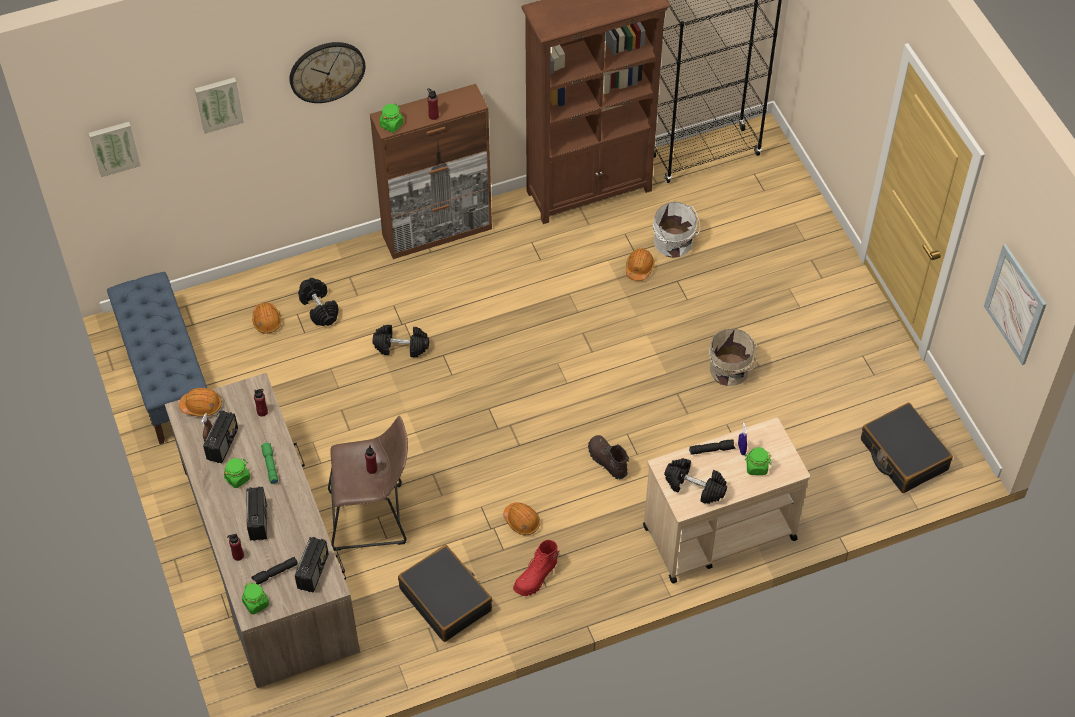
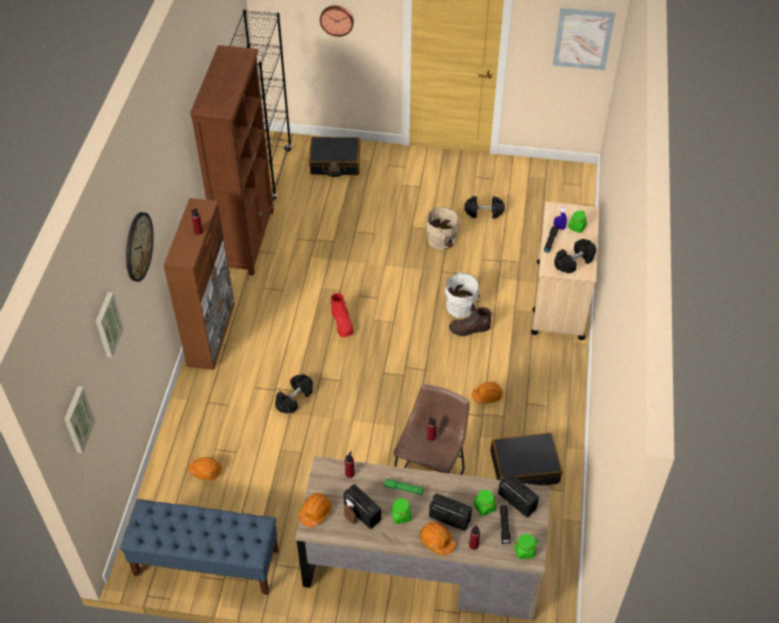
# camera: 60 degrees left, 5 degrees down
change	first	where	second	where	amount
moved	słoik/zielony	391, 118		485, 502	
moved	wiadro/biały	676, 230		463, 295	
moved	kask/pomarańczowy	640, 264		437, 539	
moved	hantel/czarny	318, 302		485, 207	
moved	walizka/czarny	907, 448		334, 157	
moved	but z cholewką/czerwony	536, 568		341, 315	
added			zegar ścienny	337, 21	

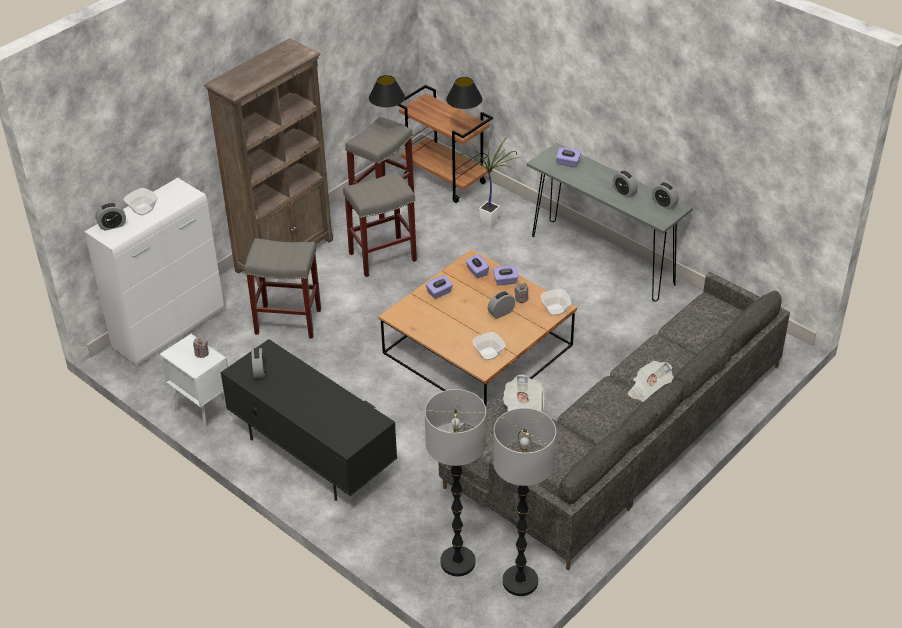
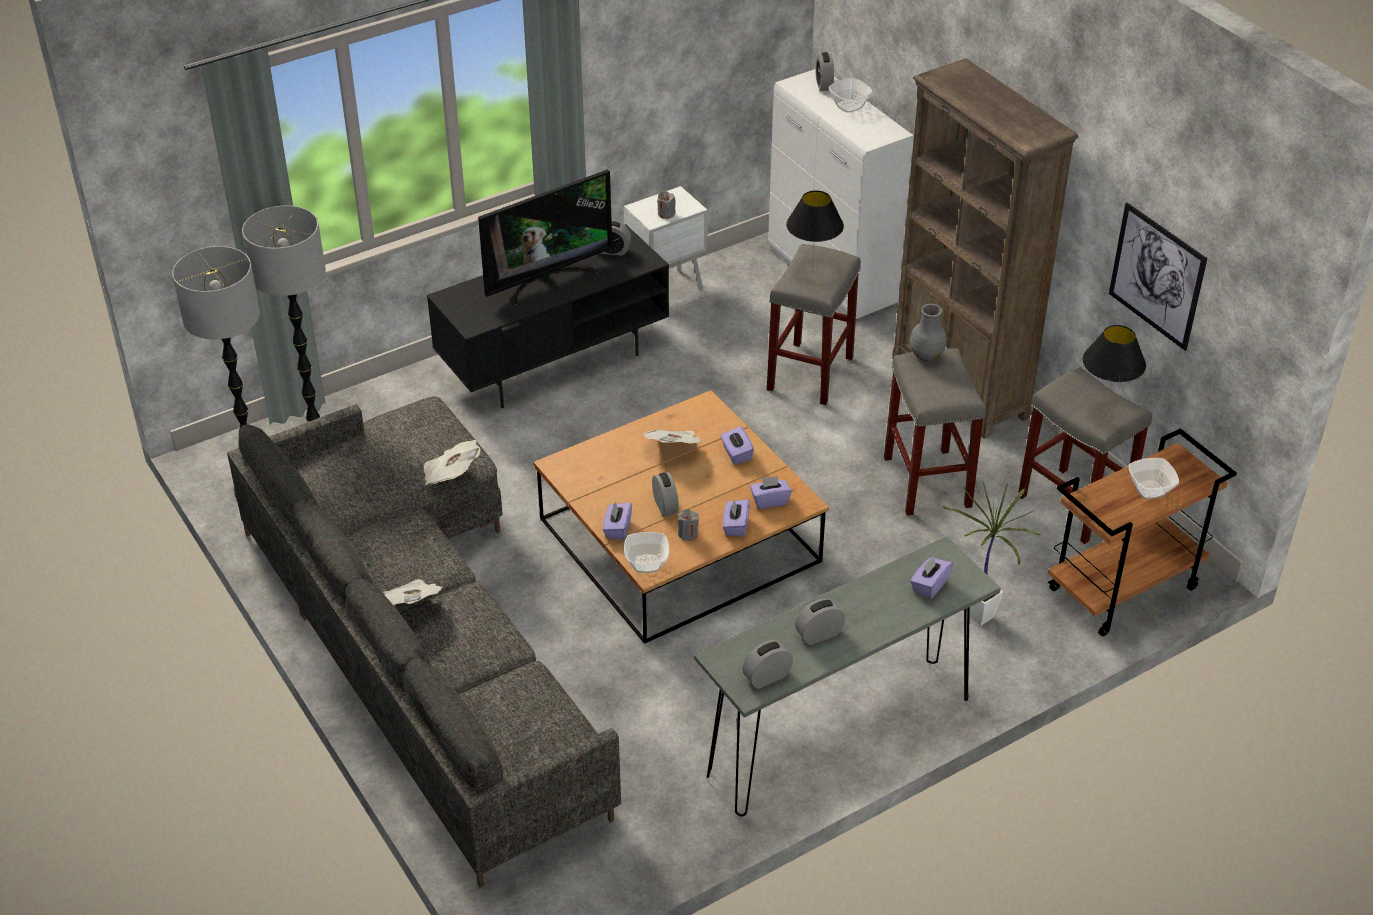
# camera: 105 degrees right, 0 degrees up
change	first	where	second	where	amount
moved	lampa stołowa/czarny	464, 104		815, 232	
moved	miska	488, 346		1154, 478	
added			telewizor	545, 237	
added			obraz	1158, 277	
added			wazon/szary	928, 332	
added			gazeta	672, 436	
added			pudełko chusteczek/fioletowy	617, 521	

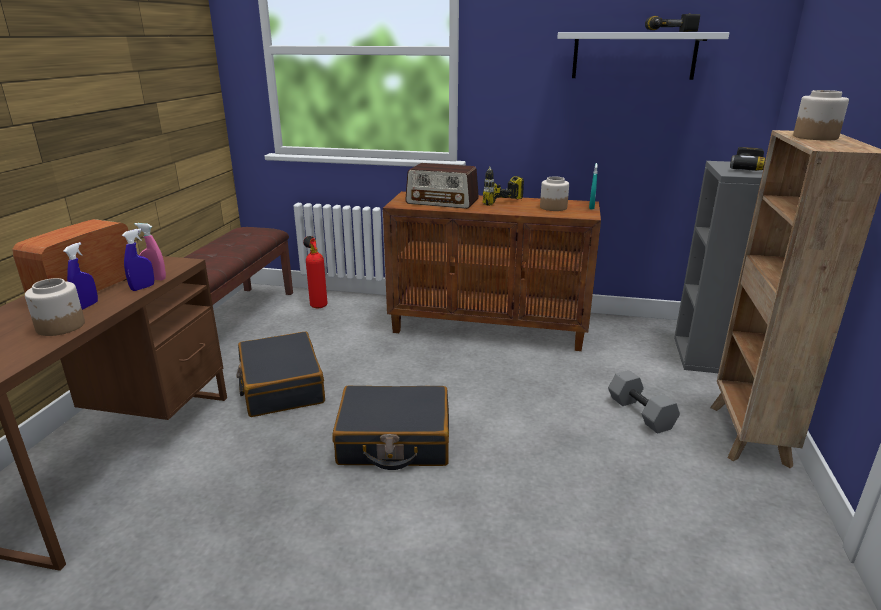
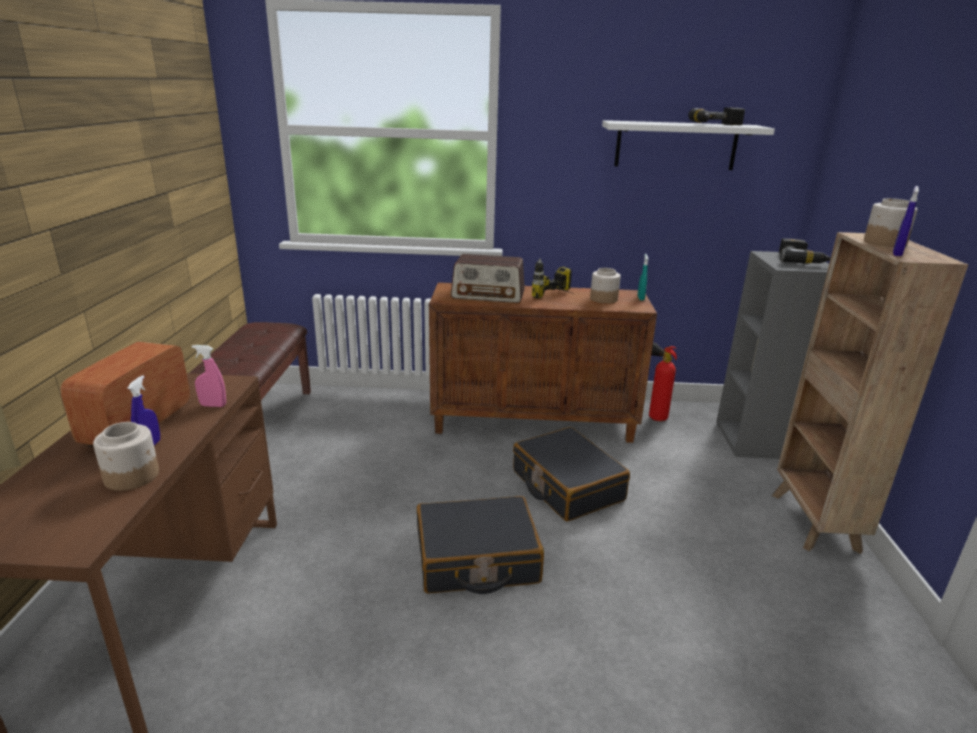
# camera: 10 degrees left, 0 degrees up
change	first	where	second	where	amount
moved	spryskiwacz/niebieski	138, 260		906, 221	
moved	gaśnica	315, 272		663, 382	
moved	walizka/czarny	281, 374		571, 474	
removed	hantel/szary	644, 402			

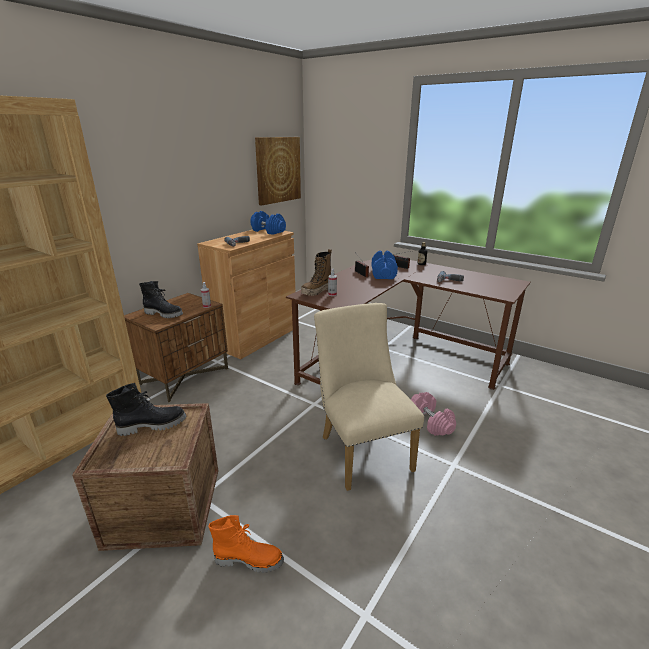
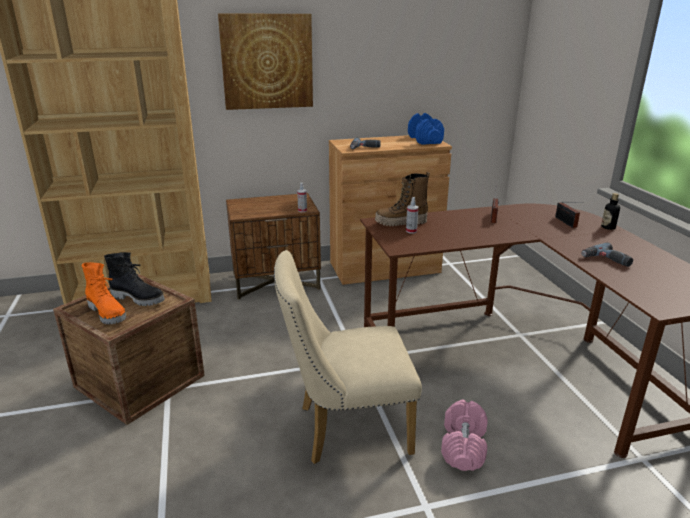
# camera: 40 degrees right, 0 degrees up
change	first	where	second	where	amount
moved	obraz	278, 171		265, 62	
removed	hantel/niebieski	385, 264			
removed	but z cholewką/czarny	161, 299			
turned	krzesło/beżowy	369, 397		348, 357	120 degrees counterclockwise
moved	but z cholewką/pomarańczowy	246, 544		104, 293	

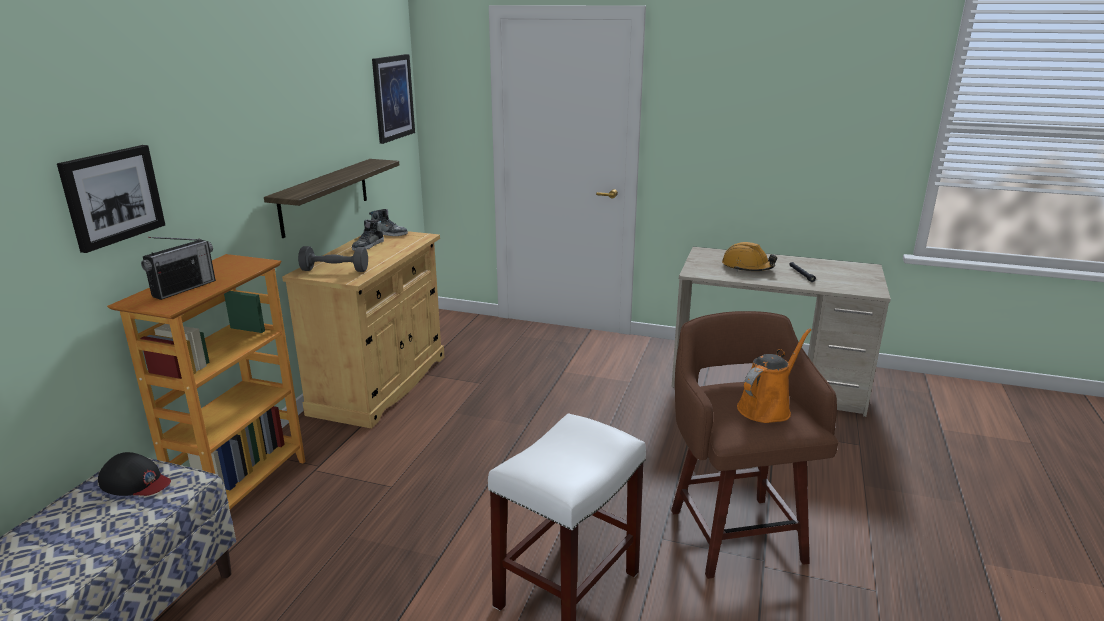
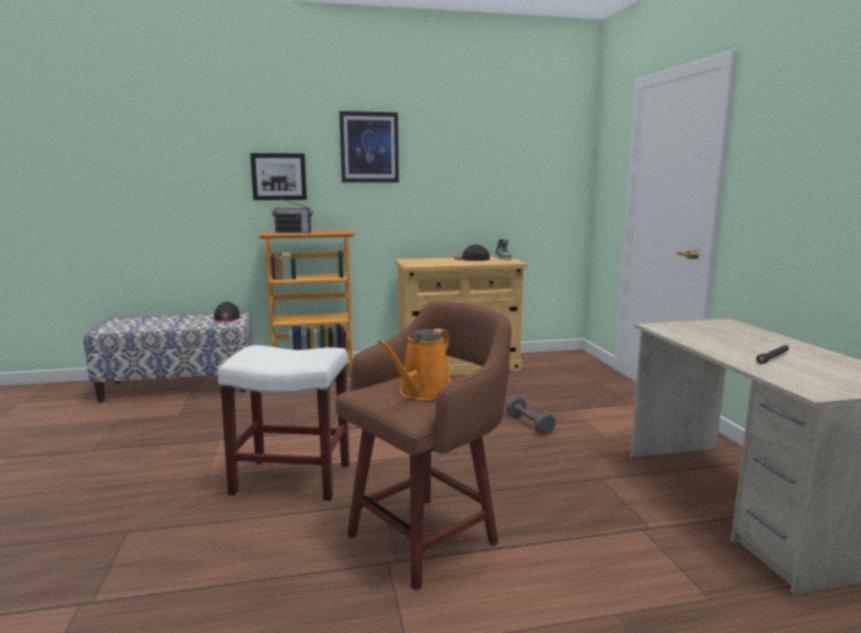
# camera: 60 degrees right, 10 degrees down
change	first	where	second	where	amount
moved	obraz	393, 99		369, 147	
removed	półka	331, 198			
replaced	but	368, 235	czapka z daszkiem/czarny	472, 252	
removed	kask/pomarańczowy	749, 256			
moved	hantel/szary	333, 259		531, 415	
turned	konewka/pomarańczowy	774, 375		414, 364	105 degrees clockwise

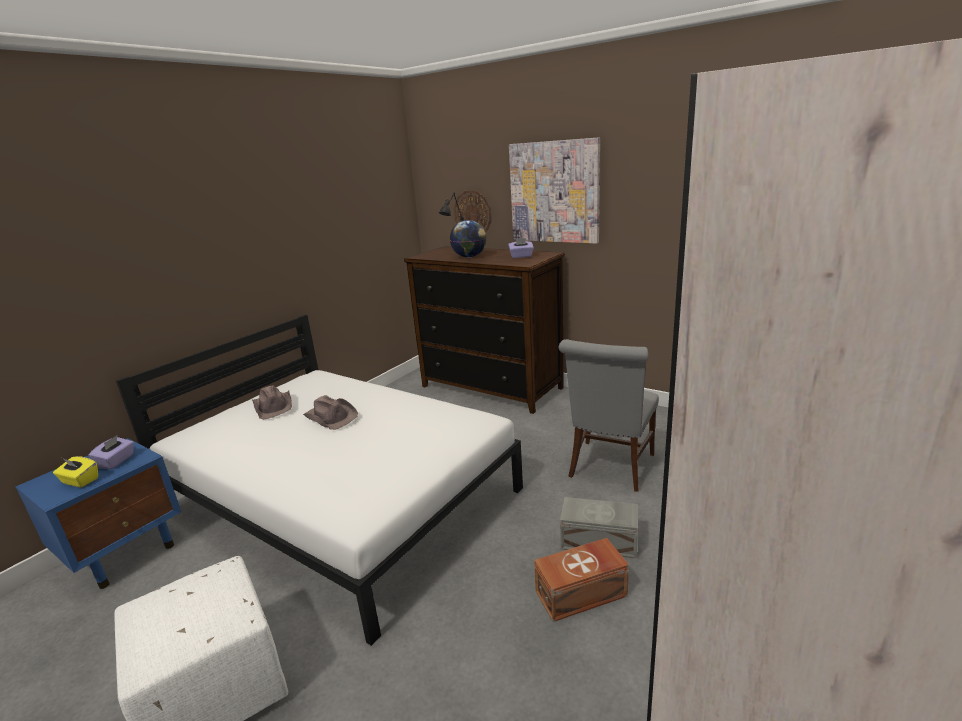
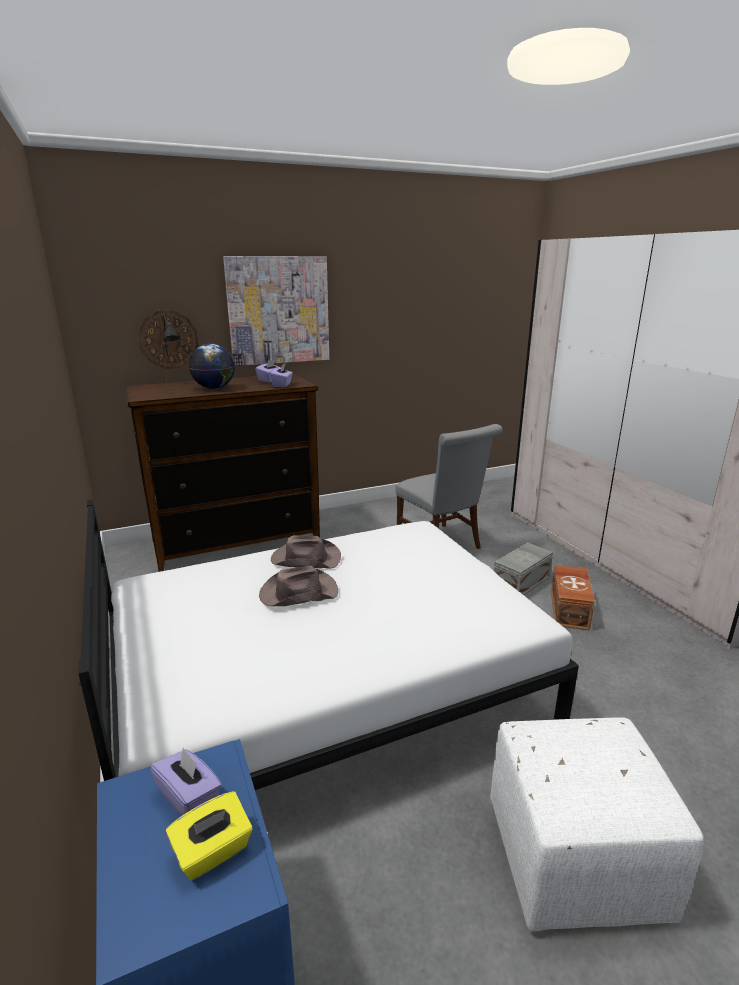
# camera: 60 degrees left, 0 degrees up
change	first	where	second	where	amount
moved	kapelusz/brązowy	272, 402		306, 552	
added			pudełko chusteczek/fioletowy	281, 375	

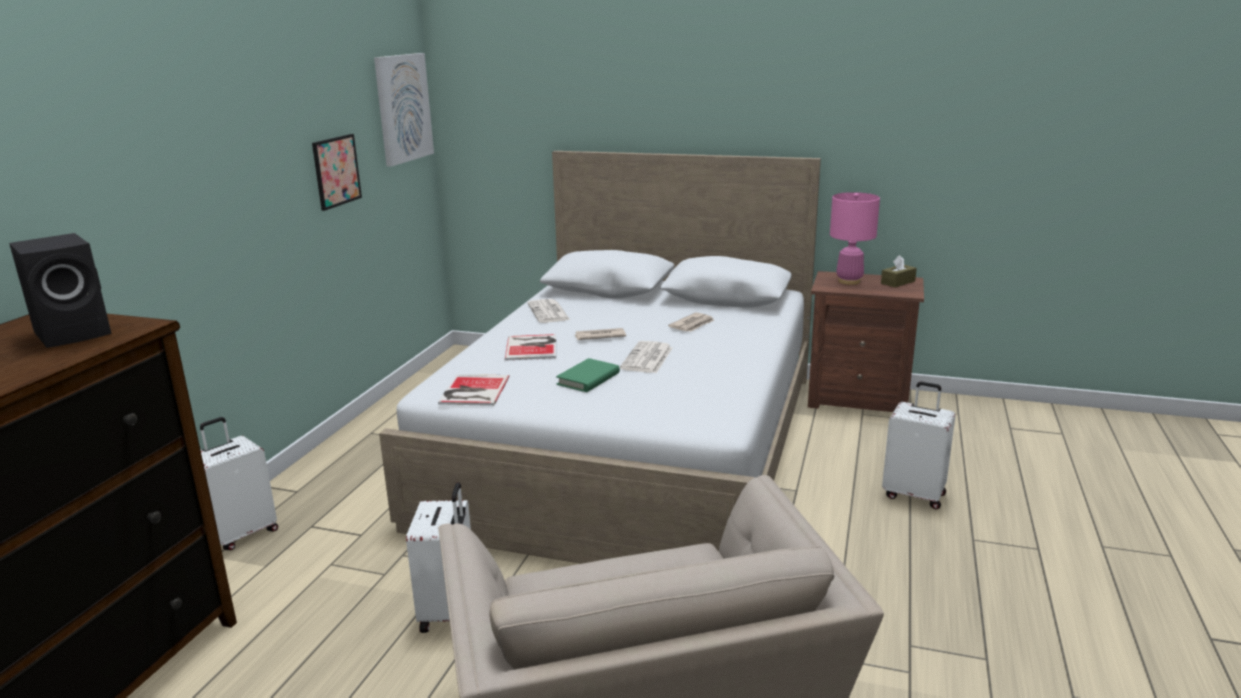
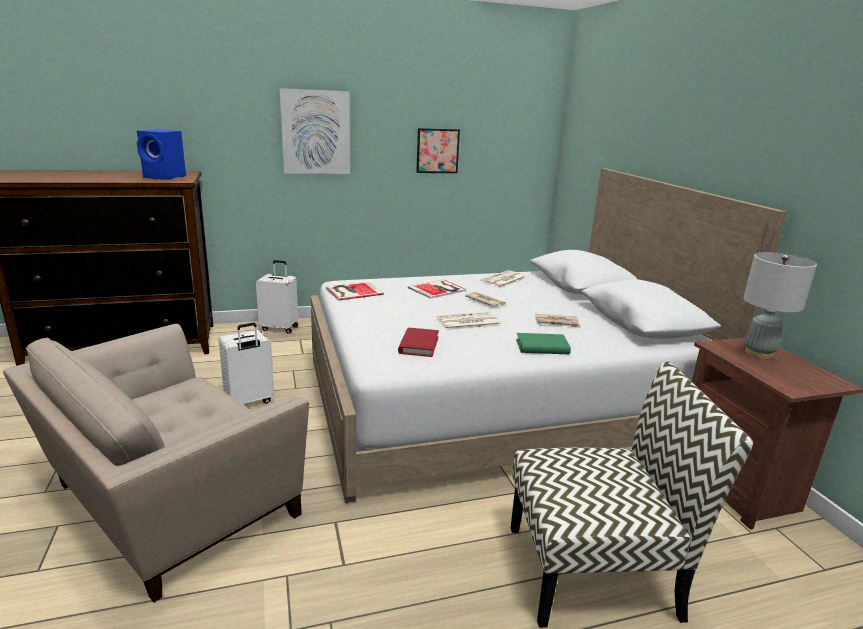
# camera: 55 degrees right, 0 degrees up
change	first	where	second	where	amount
moved	obraz	404, 110		314, 131	
recoloured	lampa stołowa/różowy	855, 238	lampa stołowa/szary	780, 305	
recoloured	głośnik/czarny	60, 290	głośnik/niebieski	161, 154	
removed	pudełko chusteczek/brązowy	899, 271			
moved	książka/zielony	588, 375		543, 343	
replaced	walizka/biały	919, 445	krzesło	632, 495	
added			książka/czerwony	418, 342	

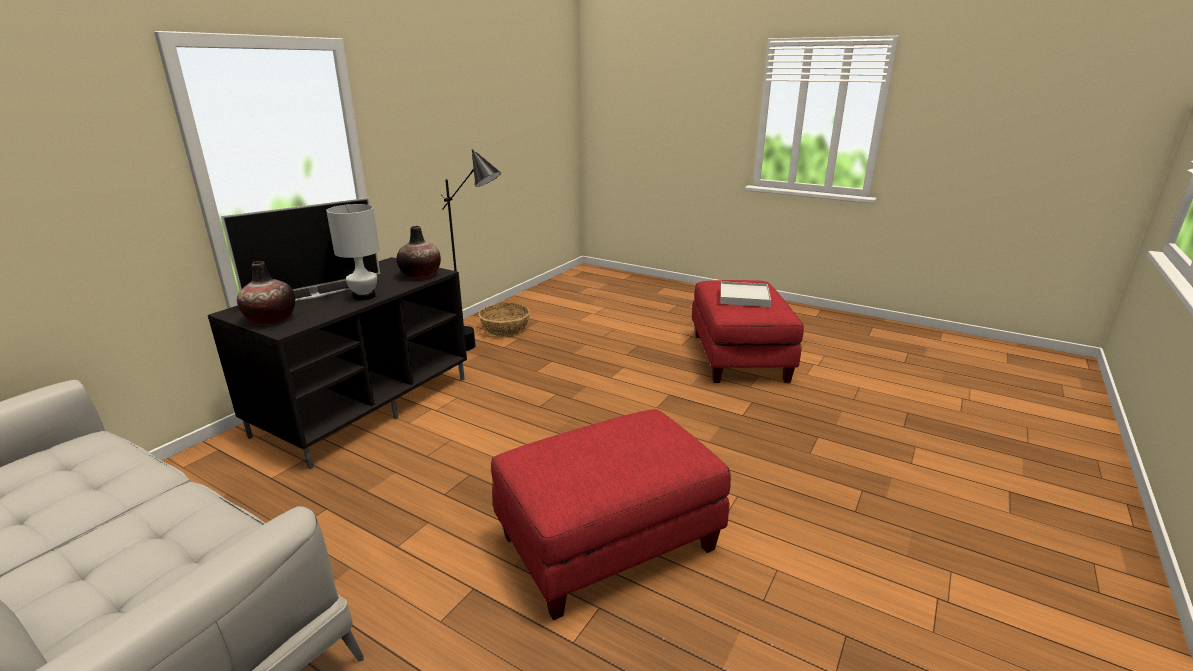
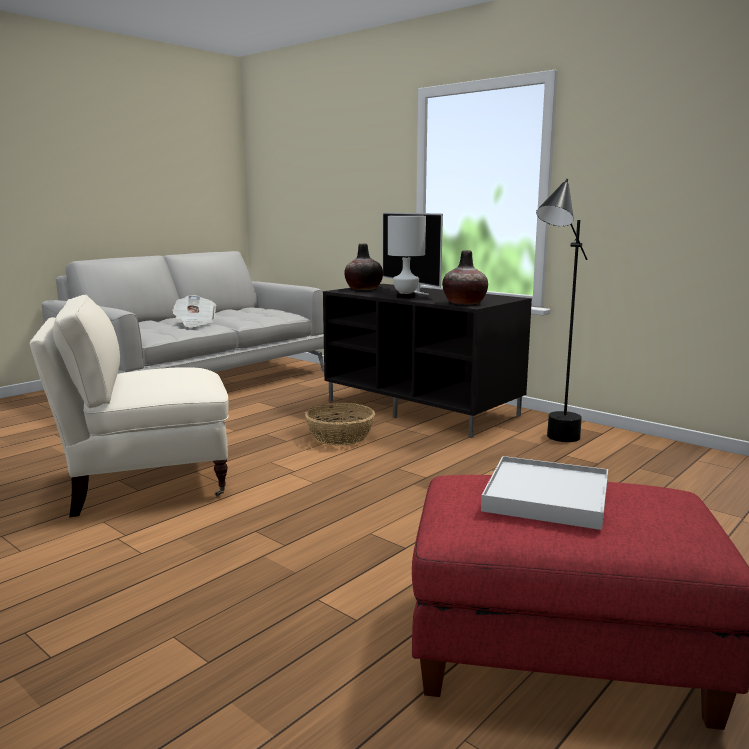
# camera: 100 degrees right, 10 degrees down
change	first	where	second	where	amount
moved	koszyk	504, 320		340, 424	
replaced	pufa/czerwony	611, 514	fotel/beżowy	129, 405	
added			gazeta	194, 311	

